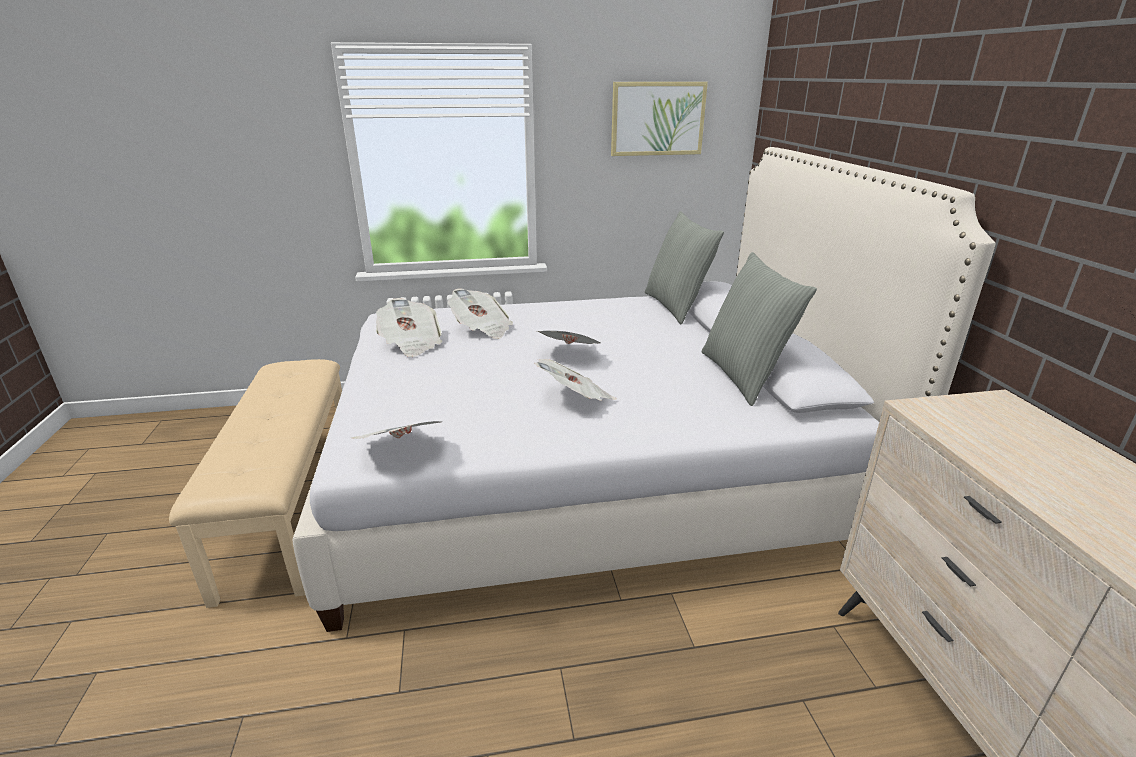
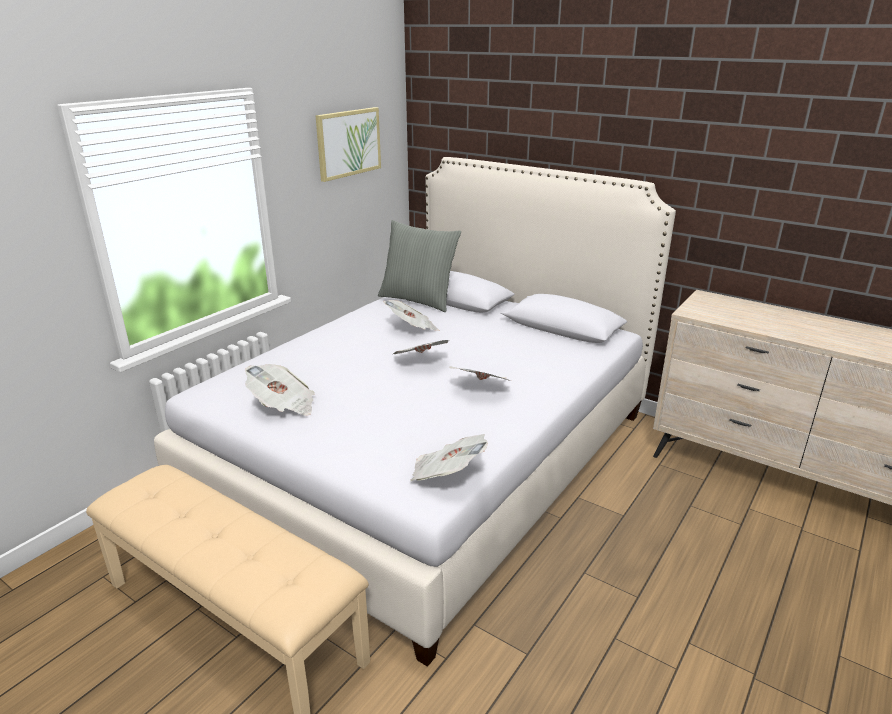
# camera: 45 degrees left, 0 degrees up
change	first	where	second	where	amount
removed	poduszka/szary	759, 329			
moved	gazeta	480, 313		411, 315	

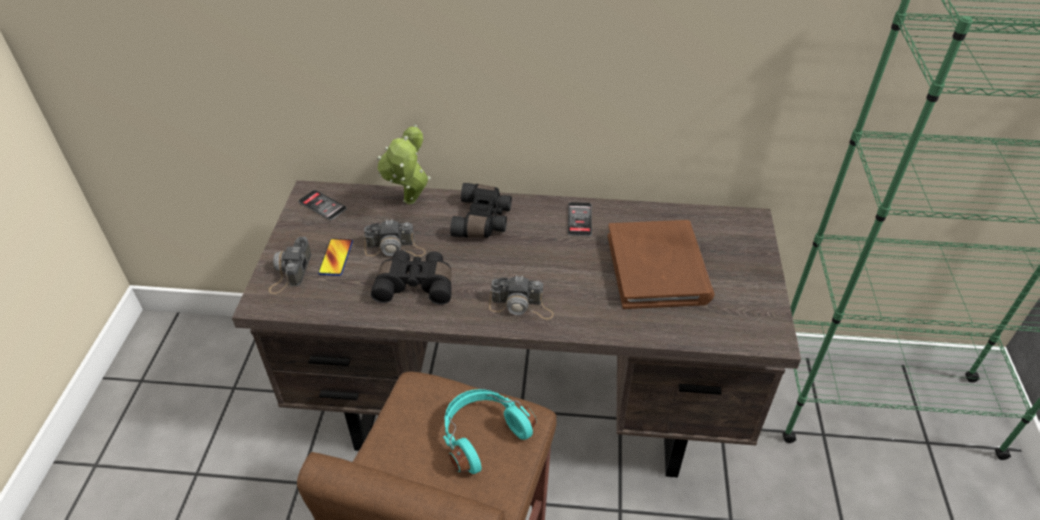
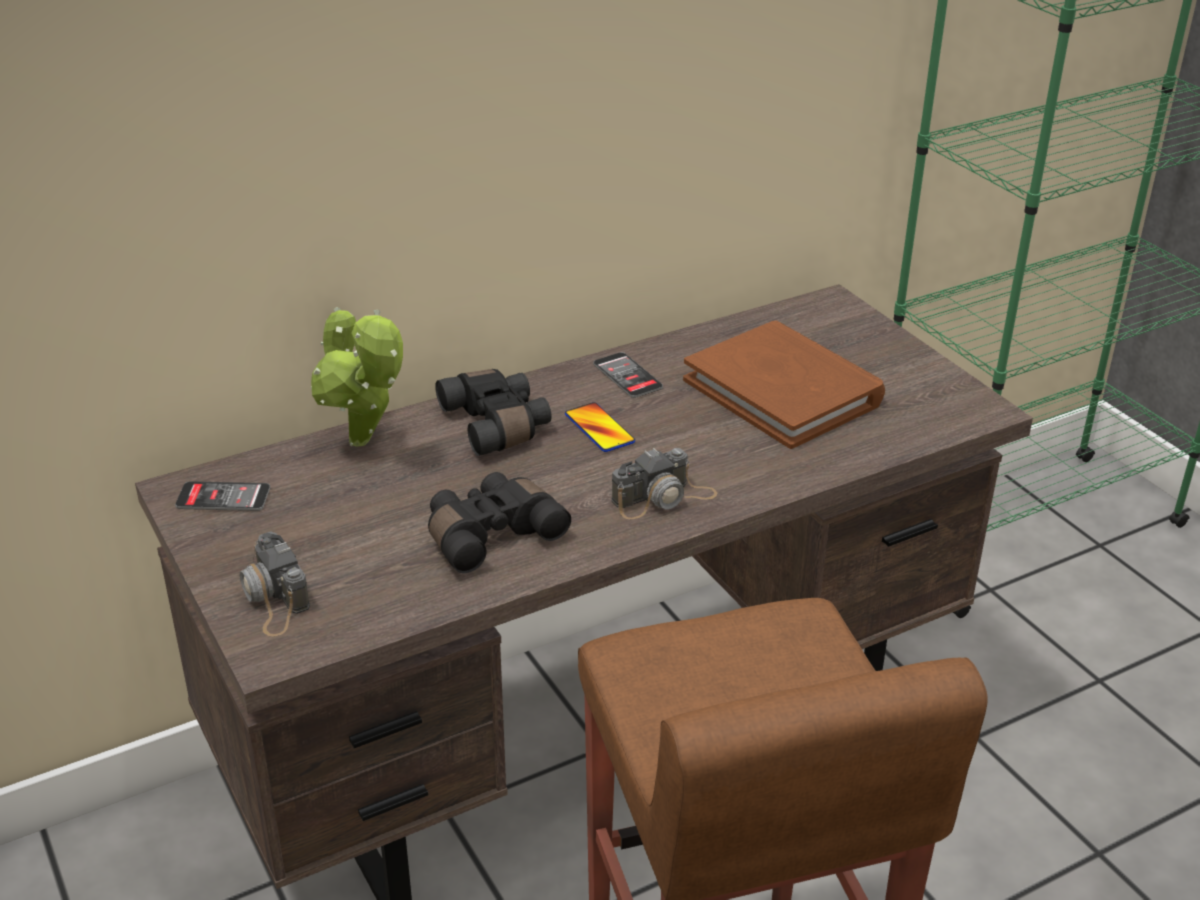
# camera: 35 degrees left, 10 degrees down
change	first	where	second	where	amount
removed	aparat fotograficzny	394, 238			
moved	telefon	335, 257		600, 427	
removed	słuchawki/turkusowy	489, 431			

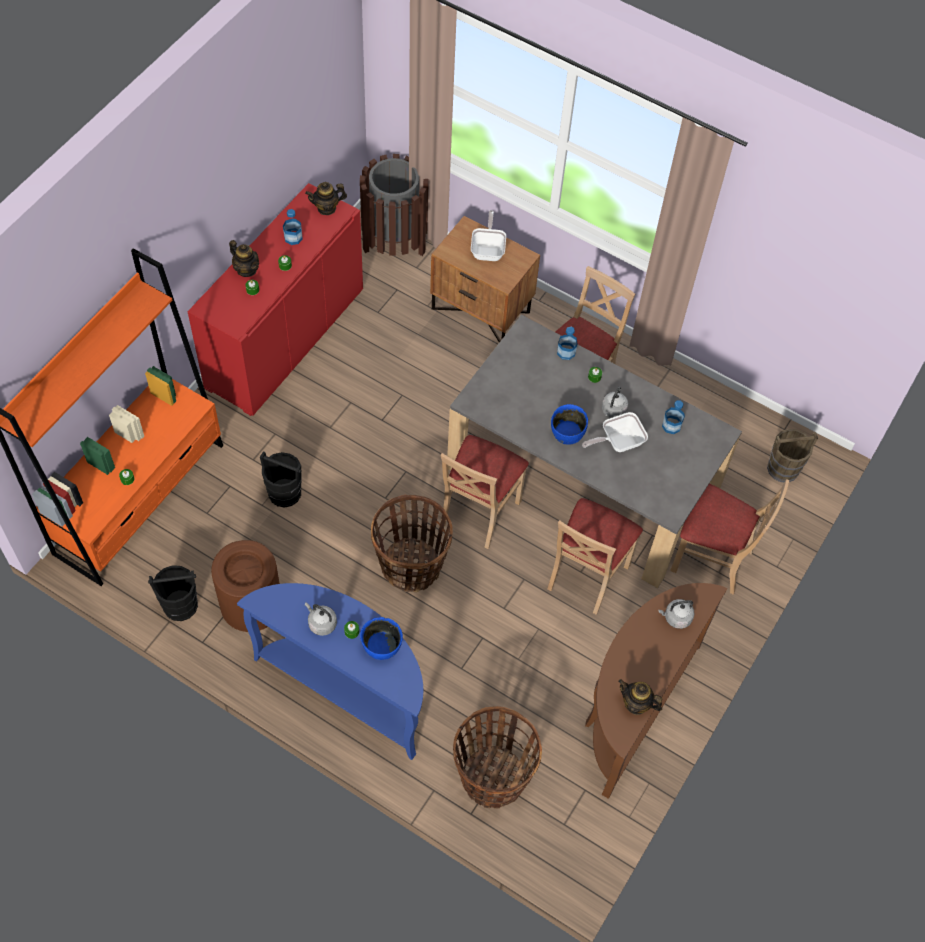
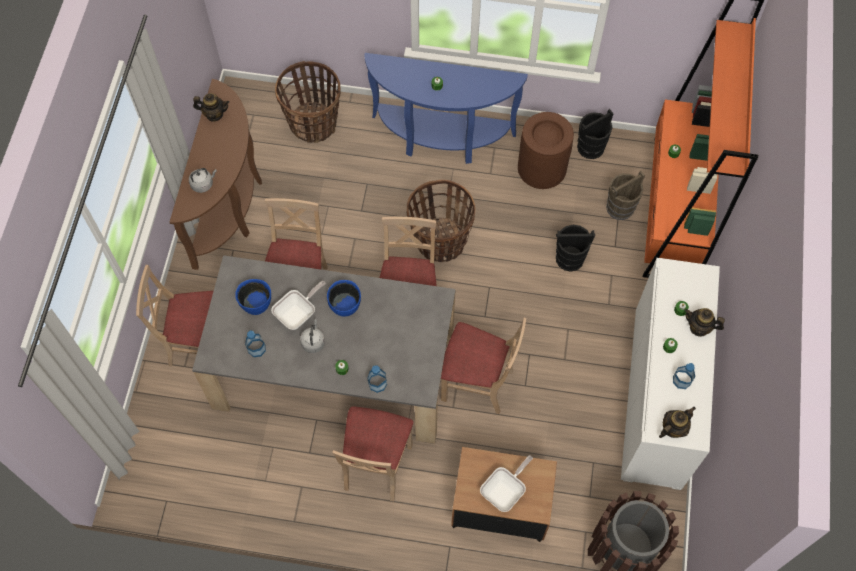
# camera: 160 degrees right, 5 degrees up
change	first	where	second	where	amount
recoloured	szafka/czerwony	275, 299	szafka/biały	670, 374	
turned	patelnia	488, 235		506, 483	120 degrees counterclockwise
moved	wiadro/brązowy	792, 455		625, 195	
removed	czajnik/szary	321, 619			
moved	miska/niebieski	381, 638		253, 297	
added			krzesło/beżowy	483, 366	

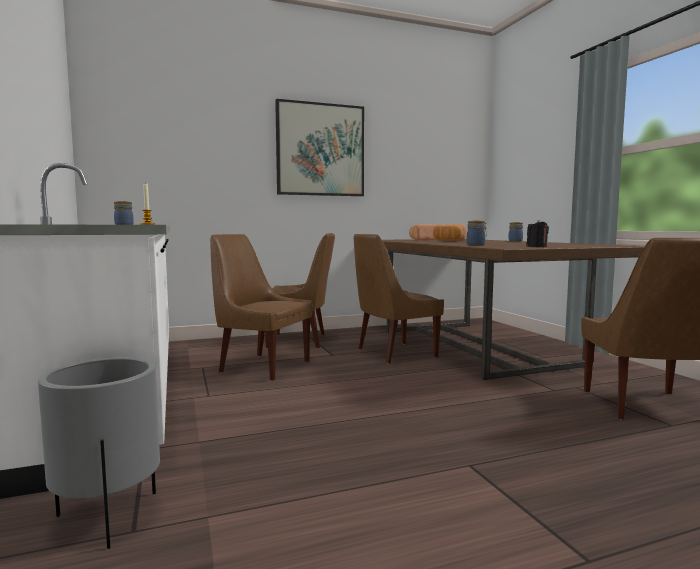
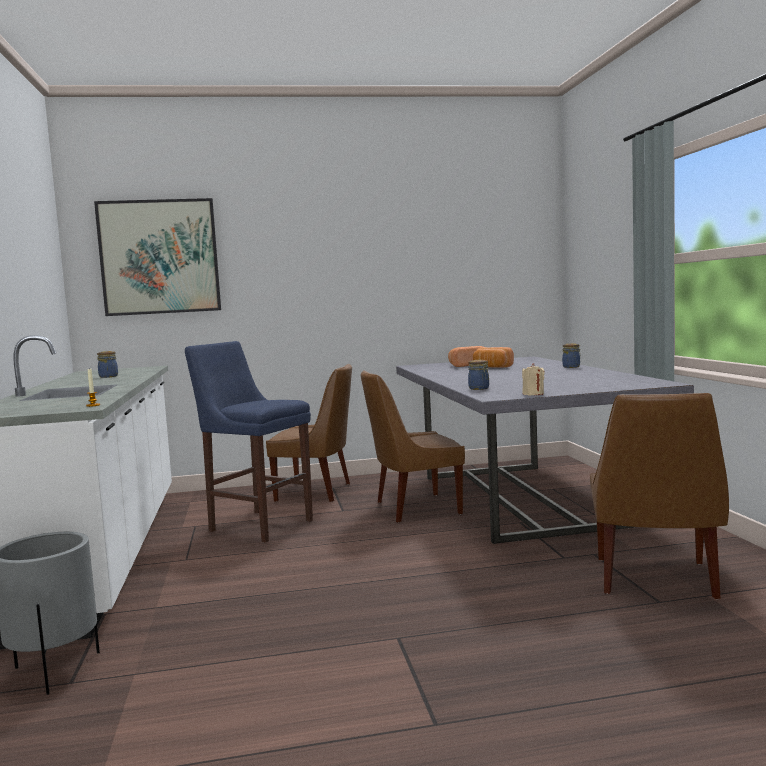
# camera: 10 degrees right, 0 degrees up
change	first	where	second	where	amount
moved	obraz	319, 147		157, 257	
recoloured	świeca/czarny	537, 233	świeca/beżowy	533, 379	
replaced	krzesło/brązowy	261, 307	stołek/niebieski	249, 441	
recoloured	stół jadalny/brązowy	513, 309	stół jadalny/szary	545, 450	

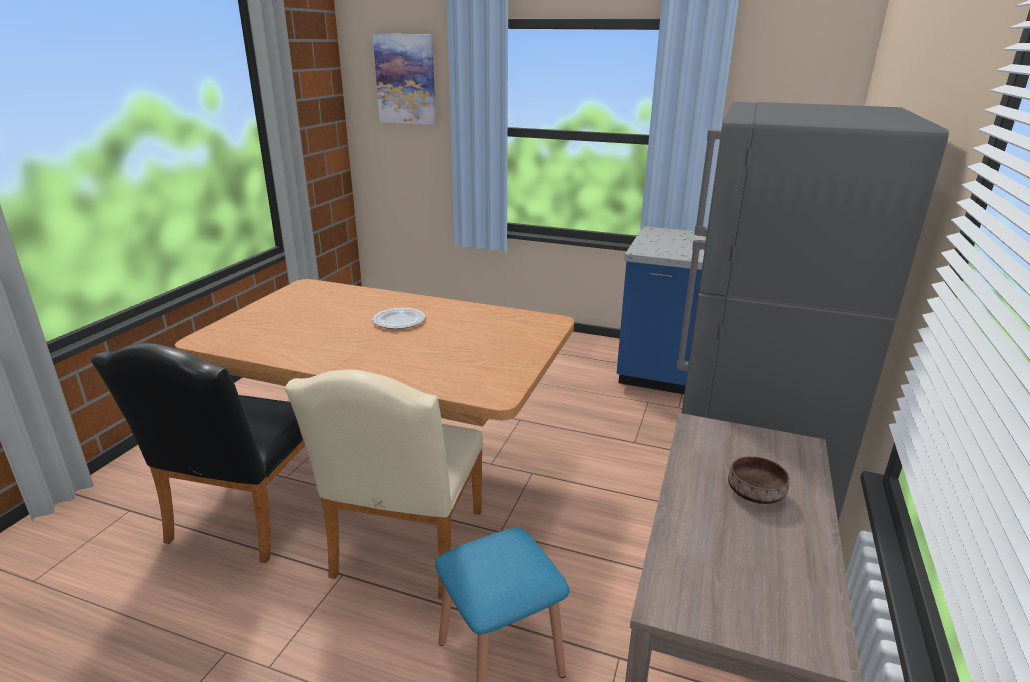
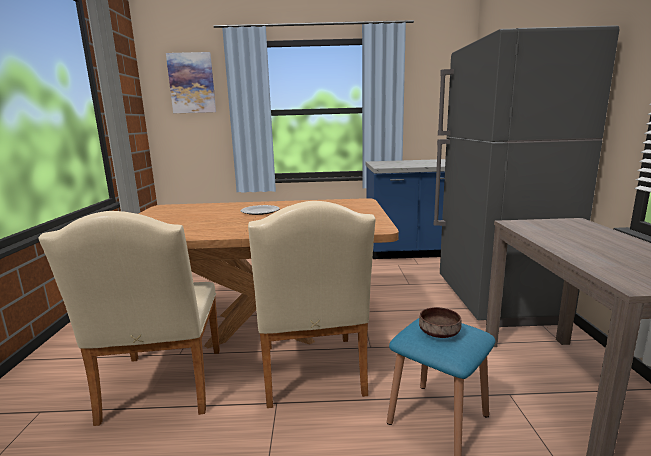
# camera: 20 degrees left, 10 degrees down
change	first	where	second	where	amount
recoloured	krzesło/czarny	198, 453	krzesło/beżowy	129, 318	
moved	miska/brązowy	759, 480		440, 322	

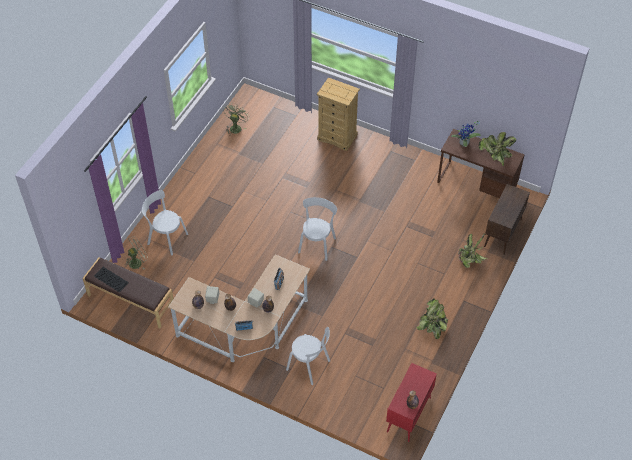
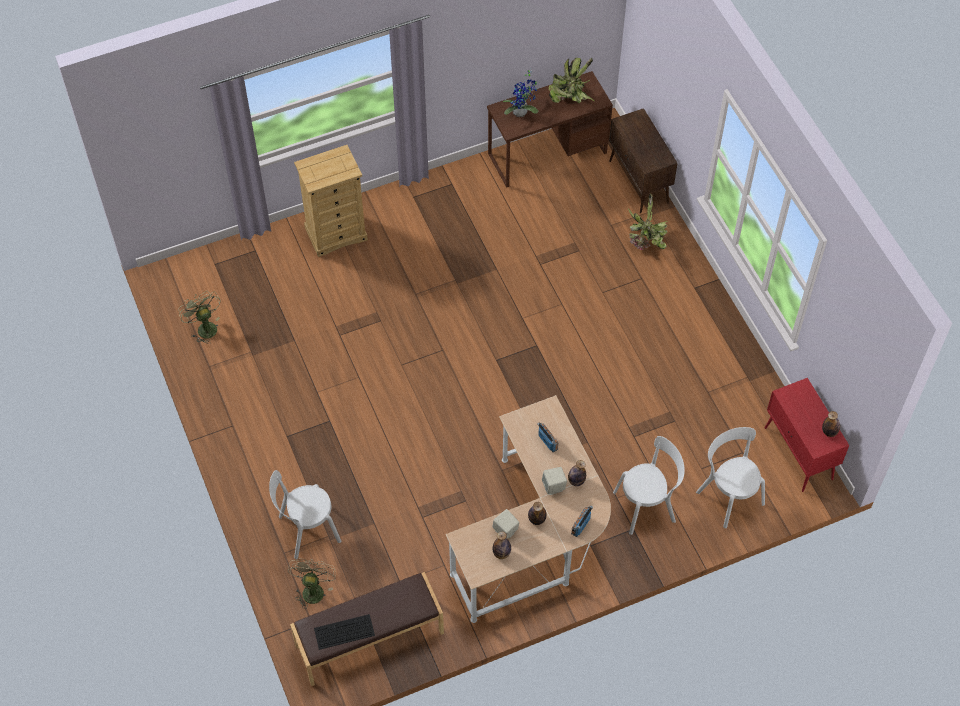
# camera: 50 degrees left, 5 degrees up
change	first	where	second	where	amount
moved	krzesło/biały	317, 229		730, 477	
removed	roślina doniczkowa	432, 318			

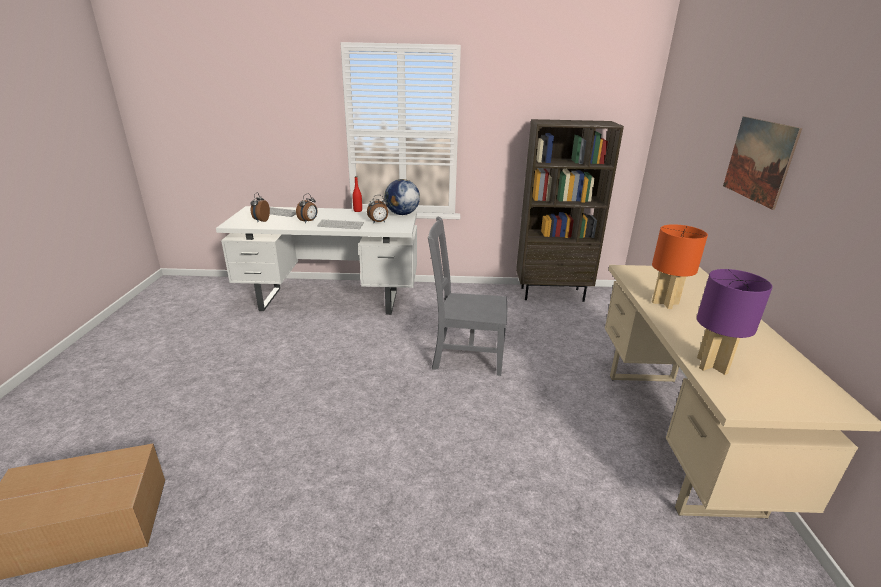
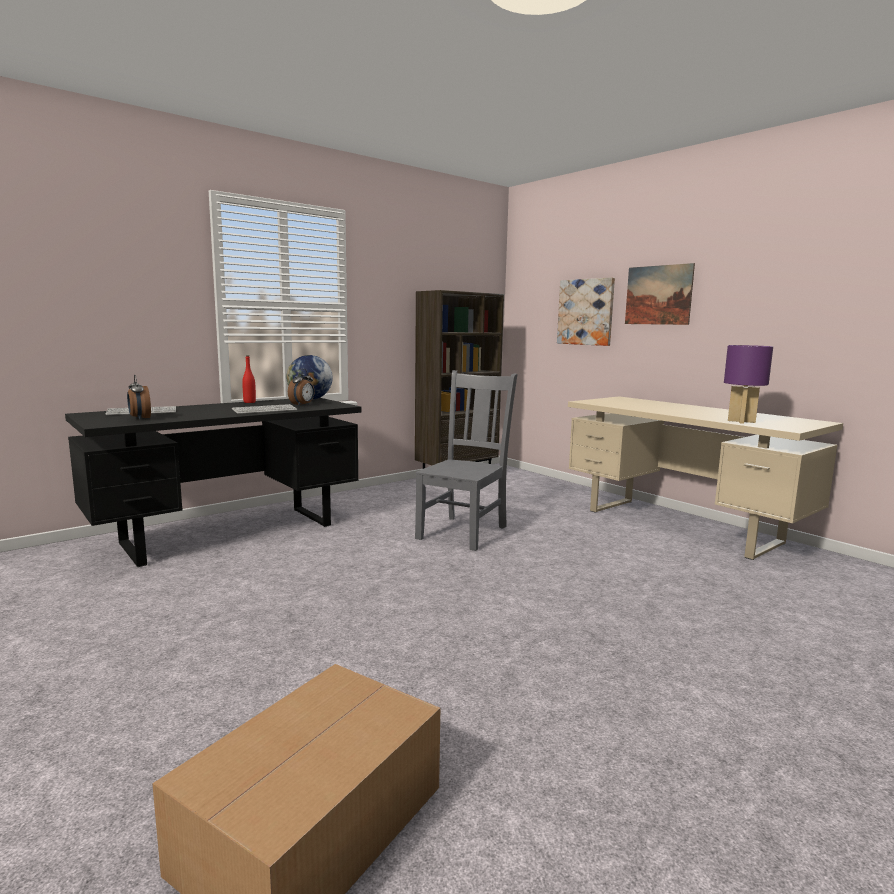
# camera: 40 degrees left, 15 degrees down
change	first	where	second	where	amount
removed	budzik	306, 208			
recoloured	biurko/biały	316, 260	biurko/czarny	213, 482	
turned	krzesło/szary	467, 296		466, 460	150 degrees clockwise
removed	lampa stołowa/pomarańczowy	680, 266			
added			obraz	586, 311	

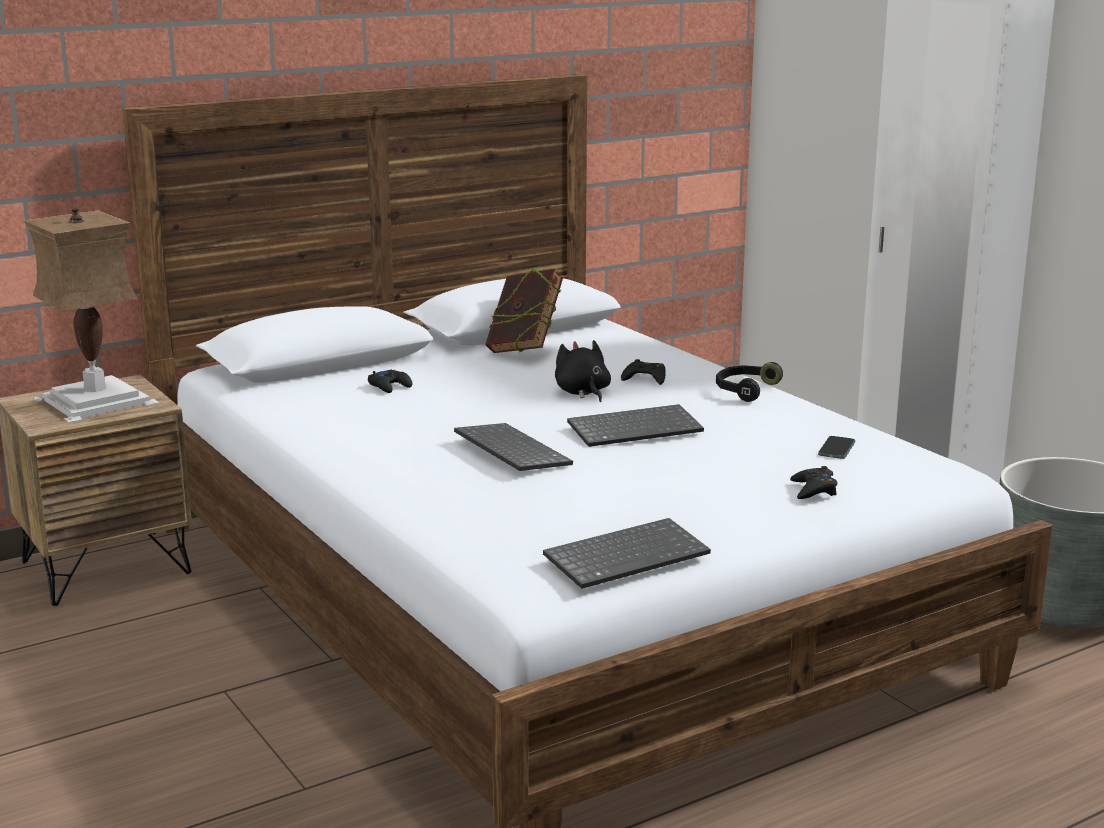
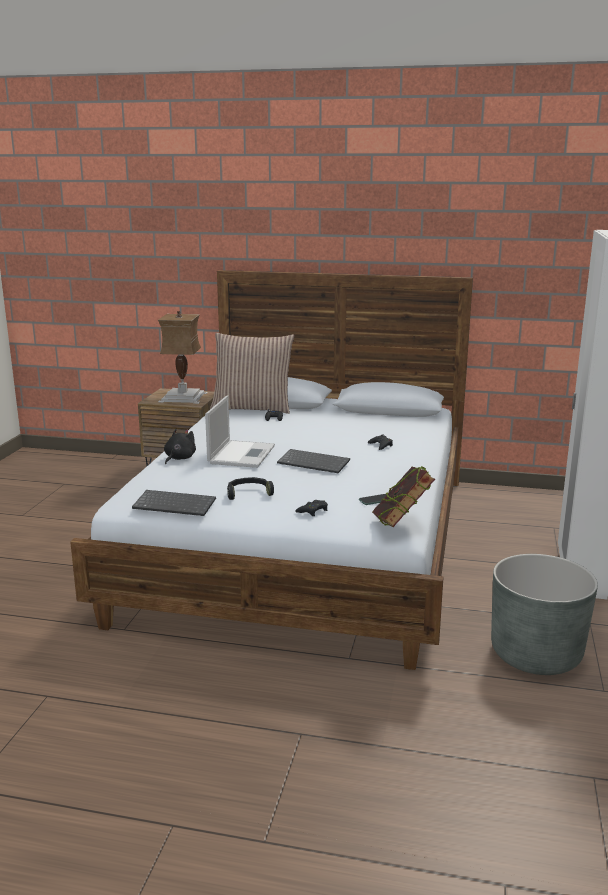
# camera: 45 degrees right, 0 degrees up
change	first	where	second	where	amount
moved	książka	524, 310		403, 496	
moved	pluszak/czarny	583, 371		180, 446	
moved	słuchawki/czarny	749, 382		250, 488	
replaced	klawiatura	513, 447	laptop	240, 431	
added			poduszka	252, 373	

